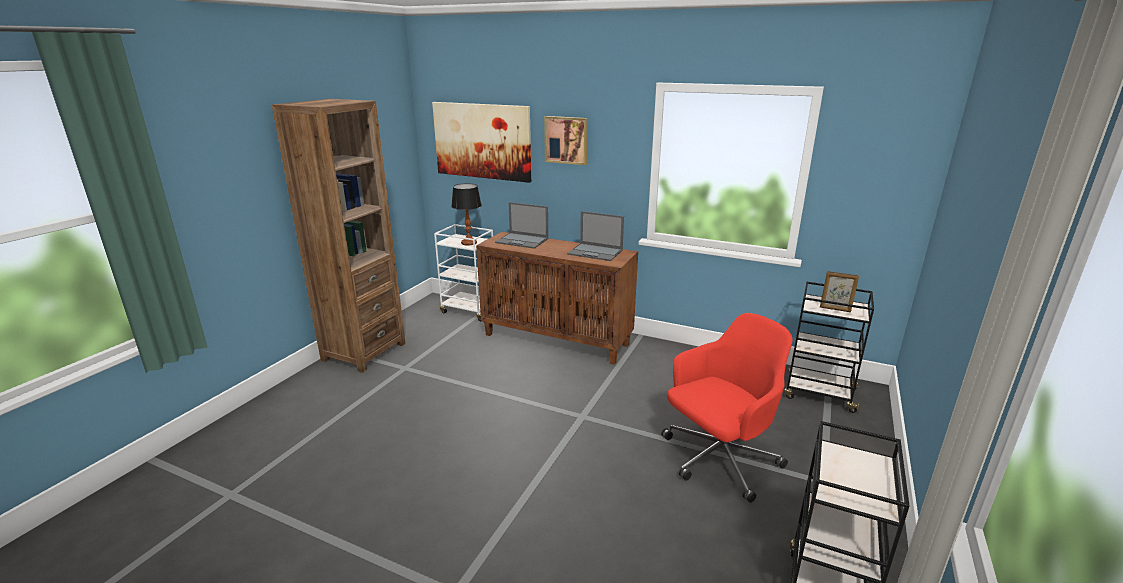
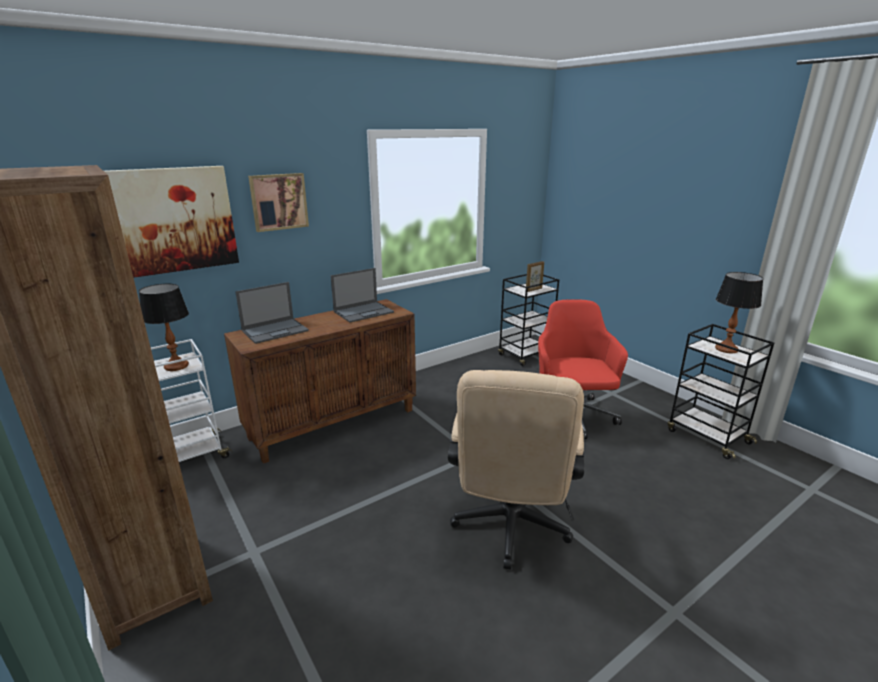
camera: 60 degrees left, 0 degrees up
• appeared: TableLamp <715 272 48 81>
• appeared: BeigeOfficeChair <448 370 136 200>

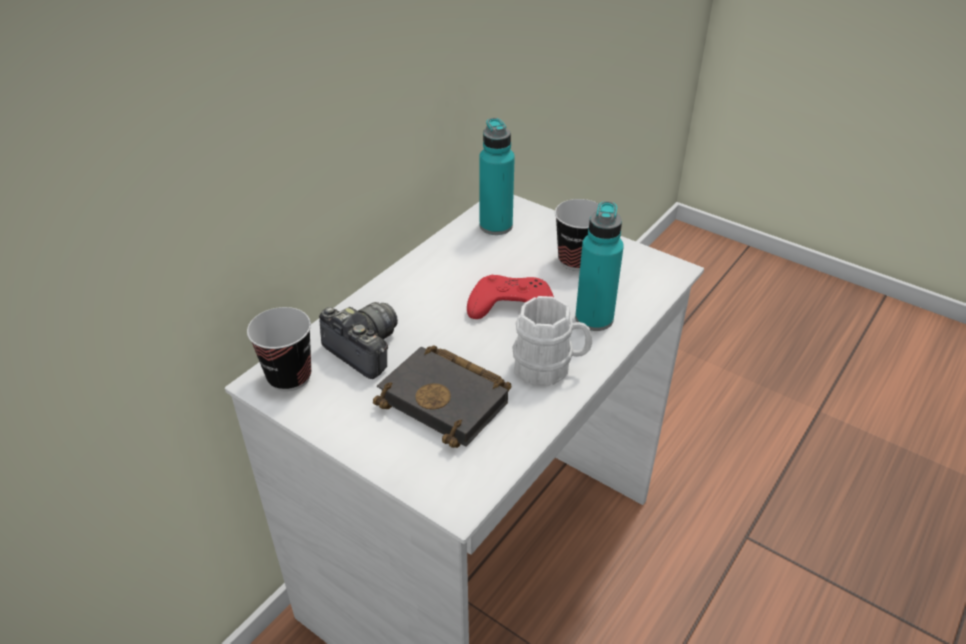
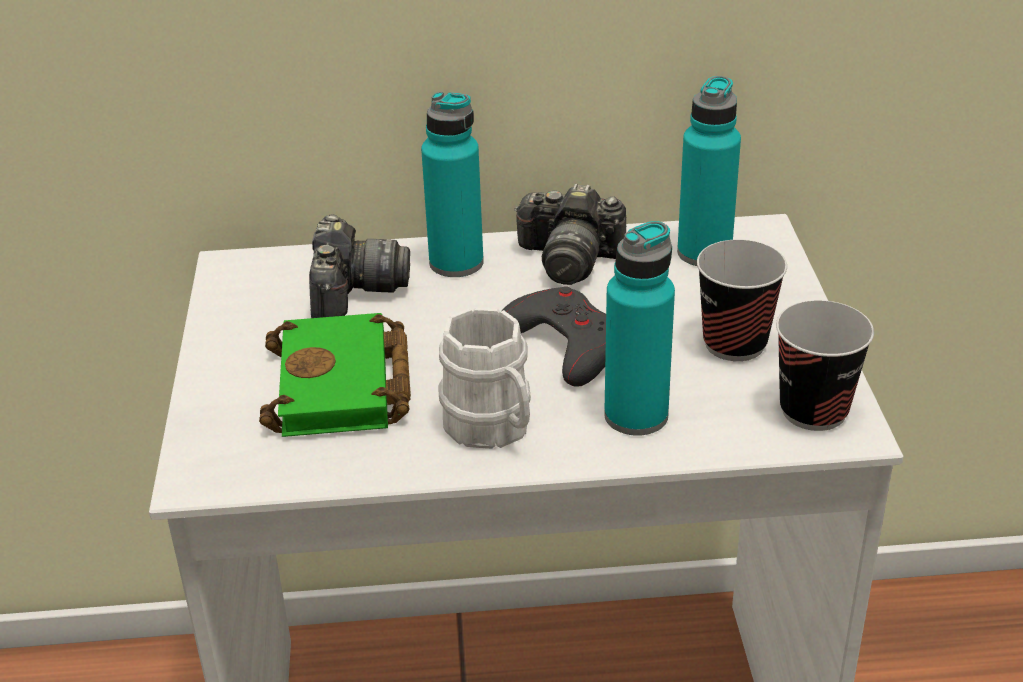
camera: 50 degrees right, 5 degrees down
• colour: RedGameController <467 275 87 44> to GreyGameController <502 286 104 101>
• relocated: Cup <247 307 64 85> to <776 300 98 131>
• colour: BlackBook <373 345 138 103> to GreenBook <259 313 152 124>
• appeared: TurquoiseBottle <421 92 63 185>
• appeared: PhotoCamera <514 184 112 101>

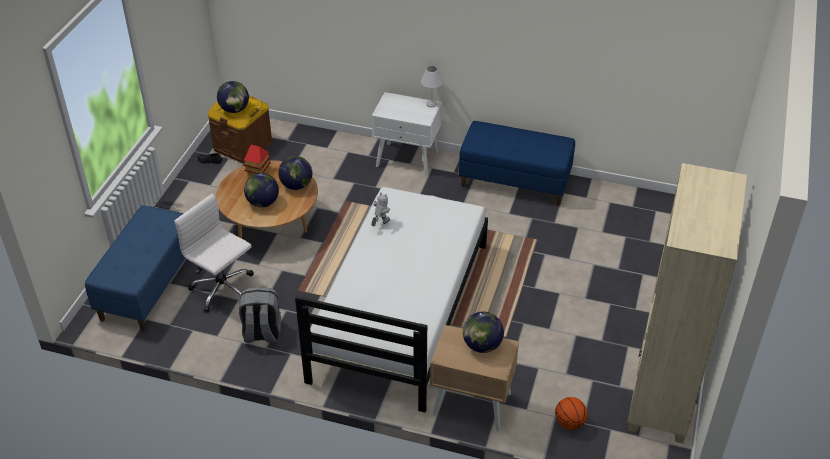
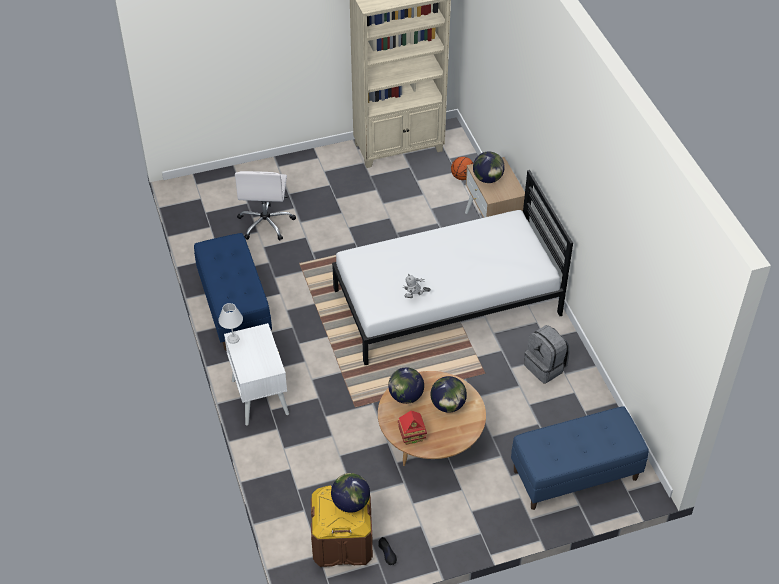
camera: 125 degrees left, 5 degrees up
• relocated: WhiteOfficeChair <174 194 80 118> to <235 171 61 70>

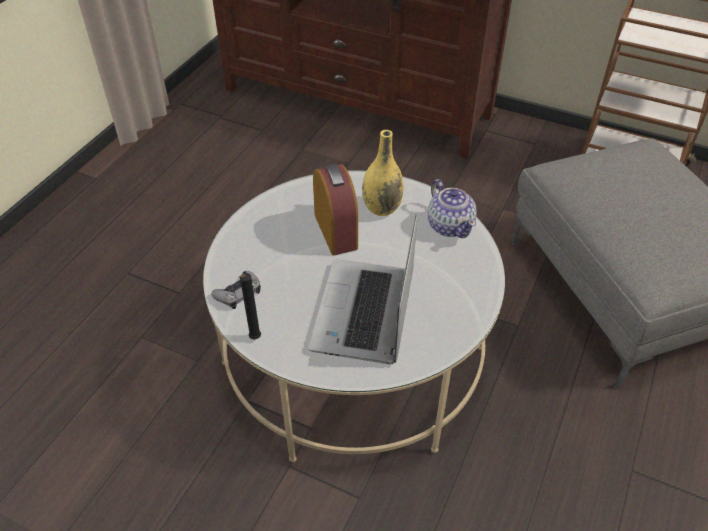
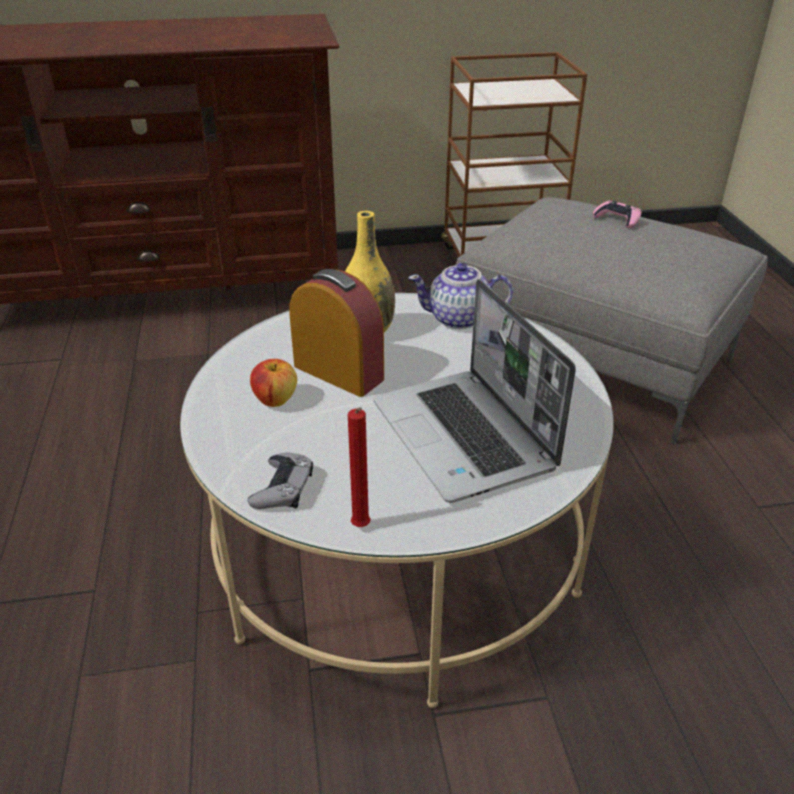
camera: 35 degrees left, 10 degrees down
• spun: Teapot <428 179 49 59> = <408 263 105 66> 150 degrees clockwise
• colour: BlackCandle <239 273 22 66> to RedCandle <348 407 23 120>
• appeared: PinkGameController <593 200 49 28>
• appeared: Apple <250 359 47 48>

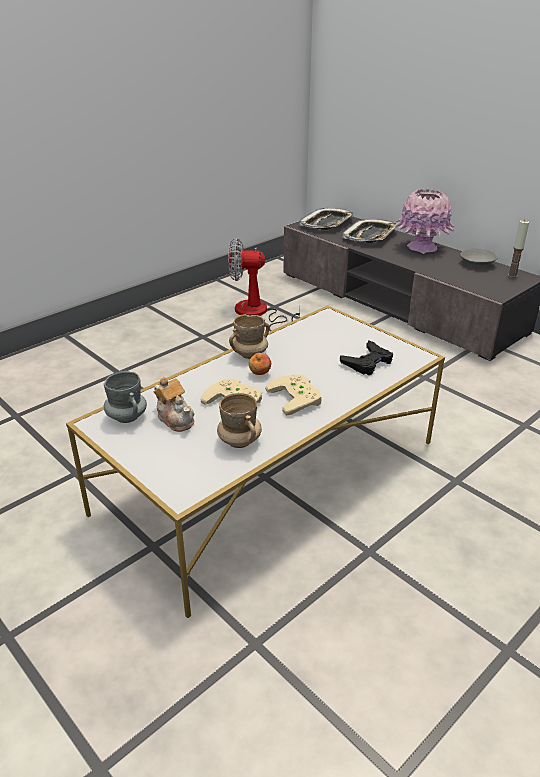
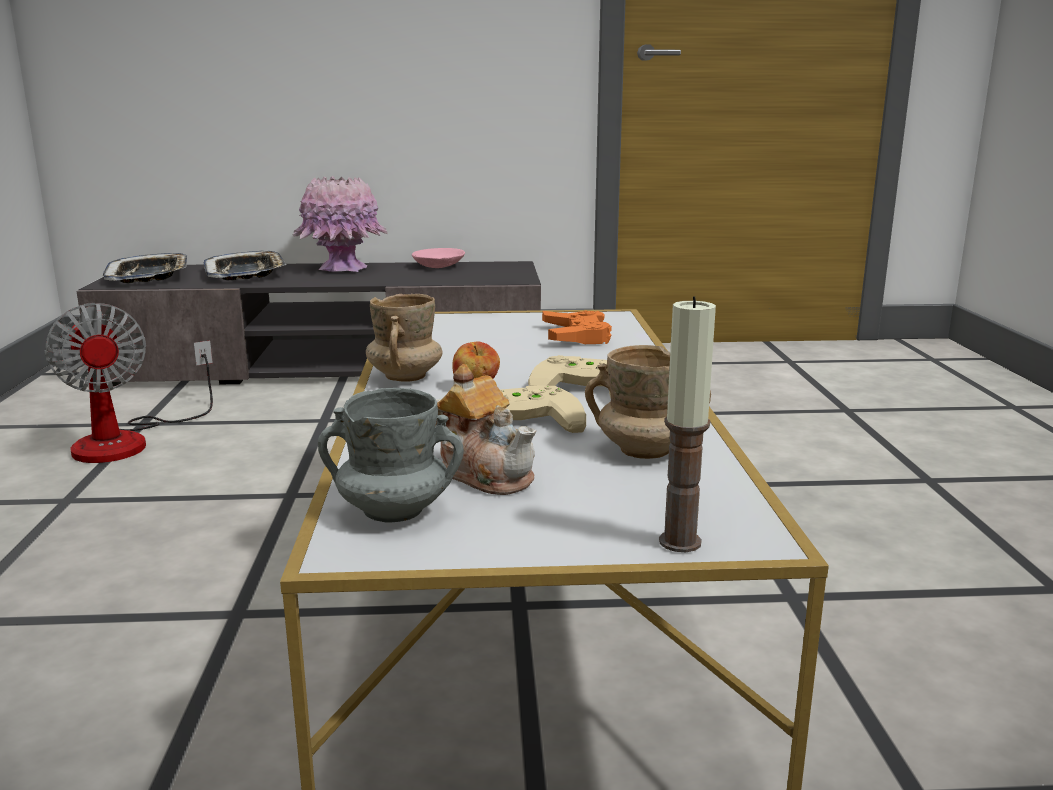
camera: 50 degrees left, 15 degrees down
• relocated: Candle <508 220 21 58> to <659 296 57 256>
• spun: Fan <228 238 72 93> = <45 303 168 160> 75 degrees counterclockwise
• colour: GreyBowl <460 249 38 17> to PinkBowl <412 248 53 20>
• colour: BlackGameController <340 340 53 35> to OrangeGameController <542 311 70 33>
• spun: Teapot <153 377 41 55> = <436 364 100 131> 45 degrees clockwise

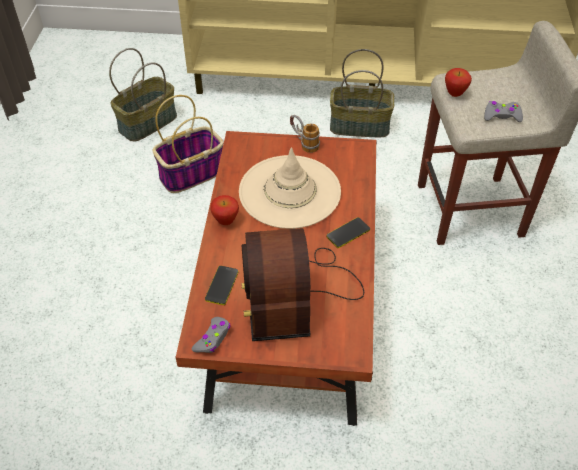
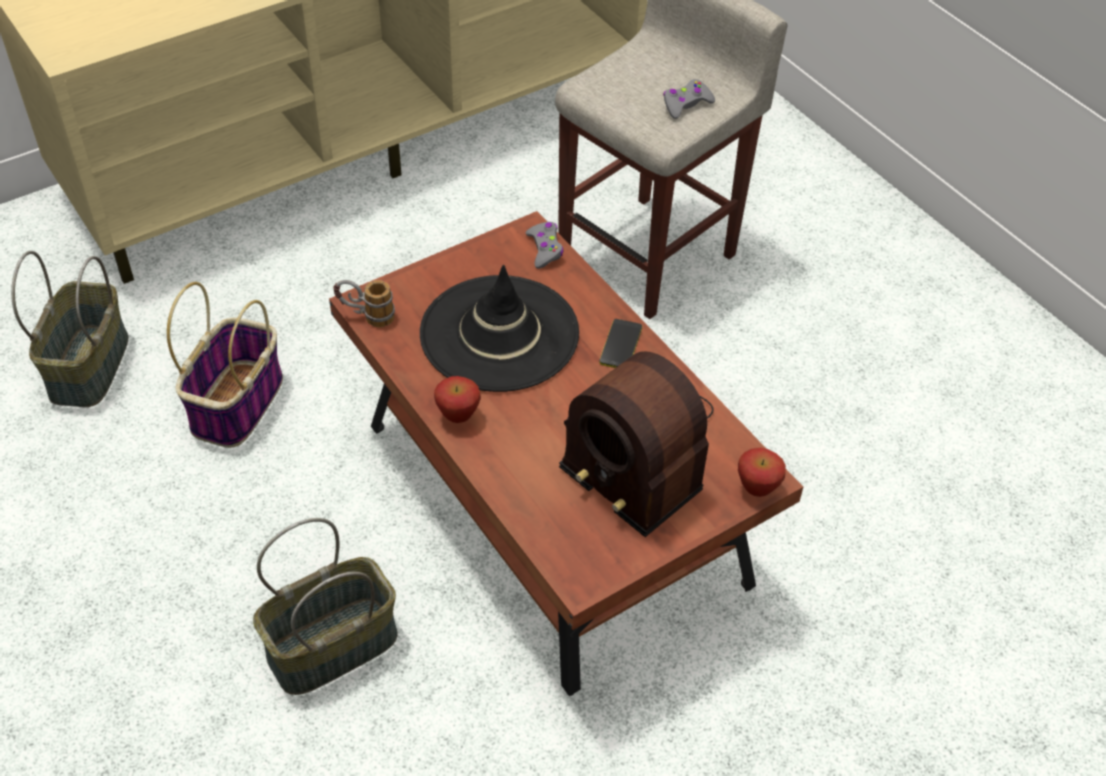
camera: 40 degrees left, 0 degrees up
• relocated: Basket <330 49 64 88> to <253 518 145 177>
• relocated: Apple <445 68 27 29> to <738 448 48 49>
• relocated: Mug <290 115 30 38> to <333 280 62 47>
• colour: BeigeHat <239 147 102 82> to BlackHat <420 265 159 127>
• missing: Phone <205 266 34 39>
• relocated: GreyGameController <191 317 39 36> to <526 222 37 47>

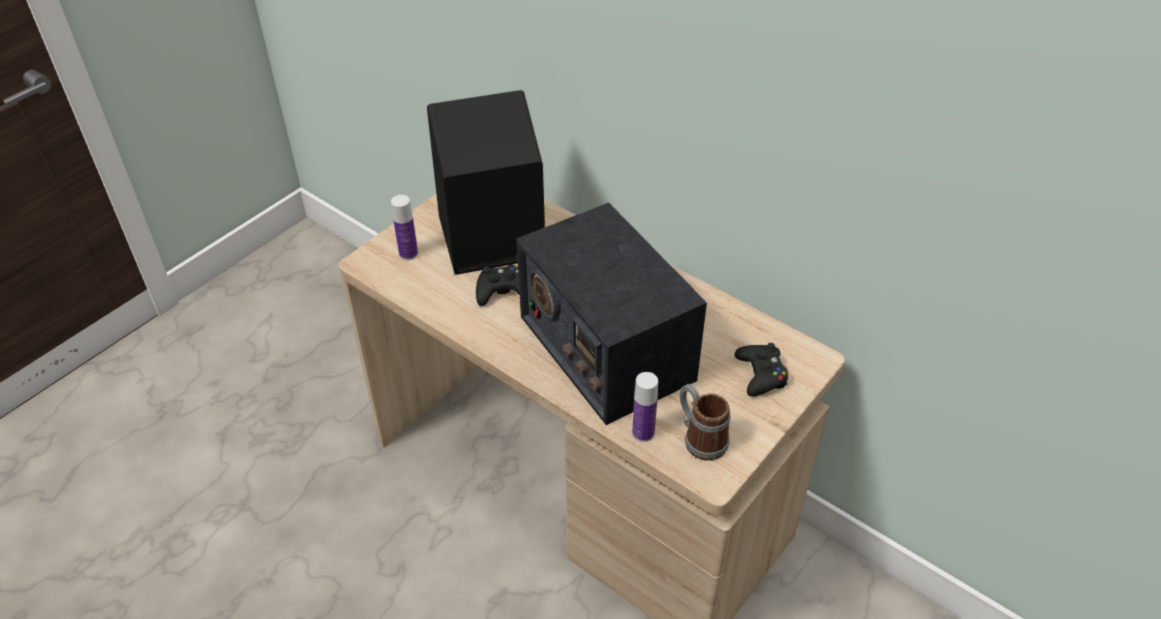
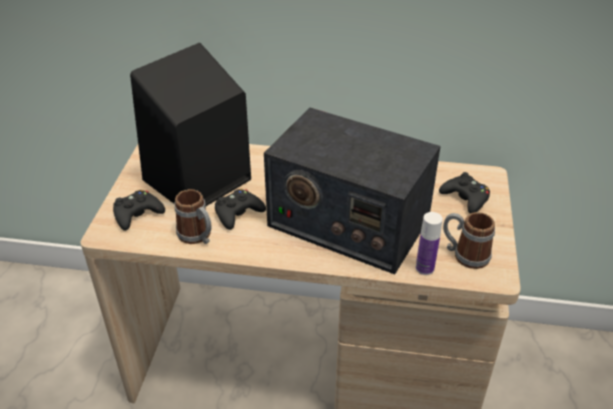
camera: 30 degrees left, 5 degrees down
• exchanged: Bottle <391 195 27 65> to BlackGameController <113 190 52 41>
• appeared: Mug <175 189 36 55>

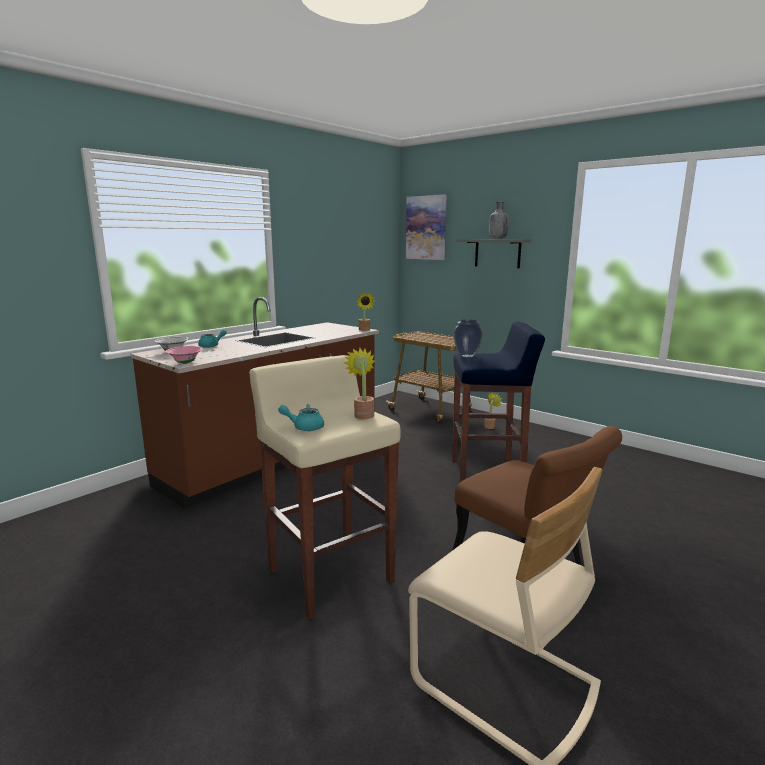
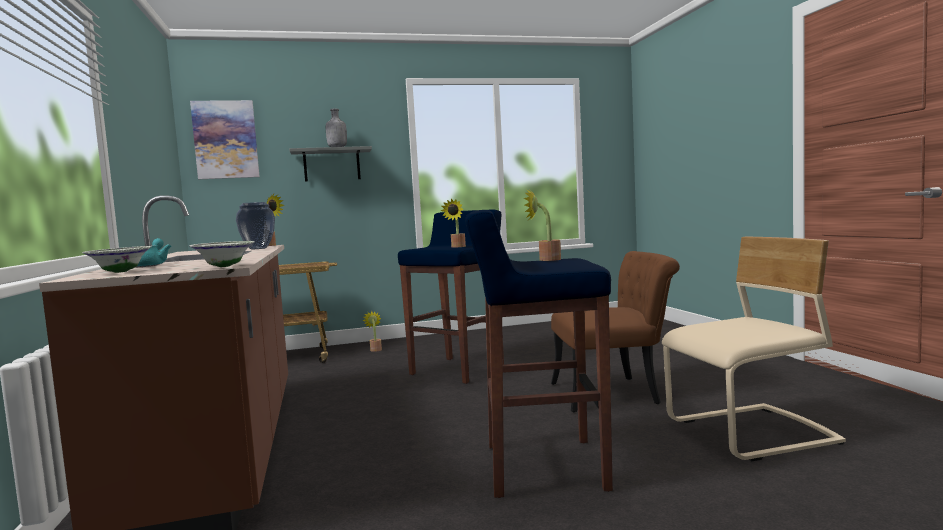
camera: 55 degrees left, 10 degrees down
• relocated: Vase <453 320 30 38> to <236 202 39 47>
• colour: PinkBowl <165 346 38 18> to WhiteBowl <189 241 65 26>
• colour: BeigeStool <249 355 152 264> to BlueStool <465 210 148 288>
• missing: TurquoiseTeapot <278 404 46 27>
• appeared: PottedPlant <440 199 26 49>

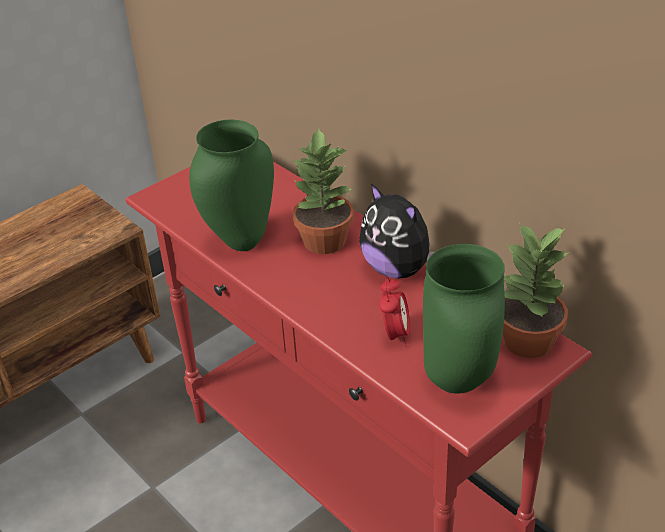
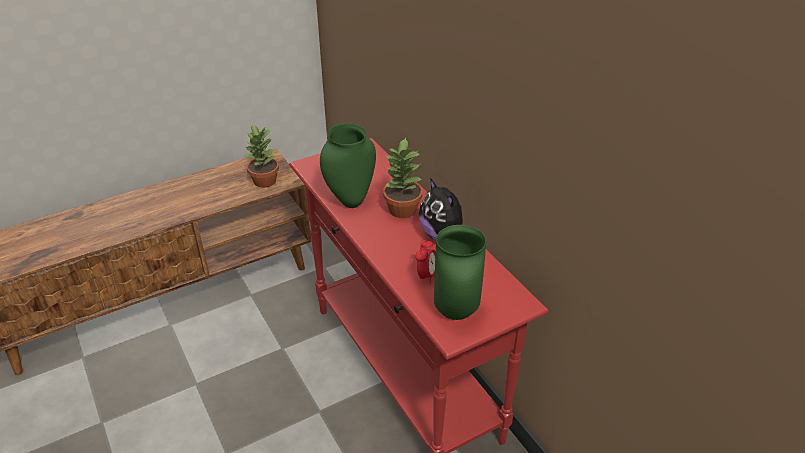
camera: 10 degrees right, 0 degrees up
• relocated: PottedPlant <503 223 66 135> to <245 124 34 64>

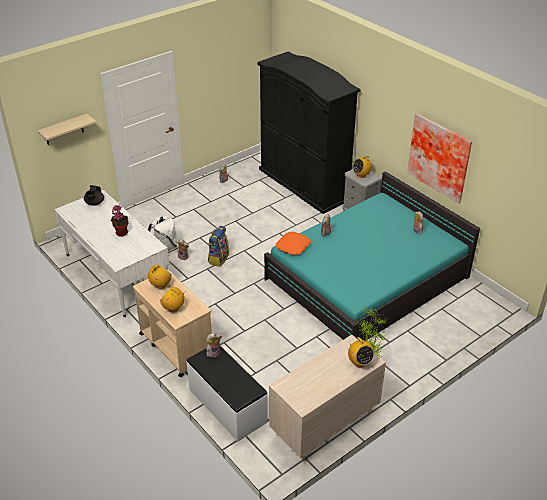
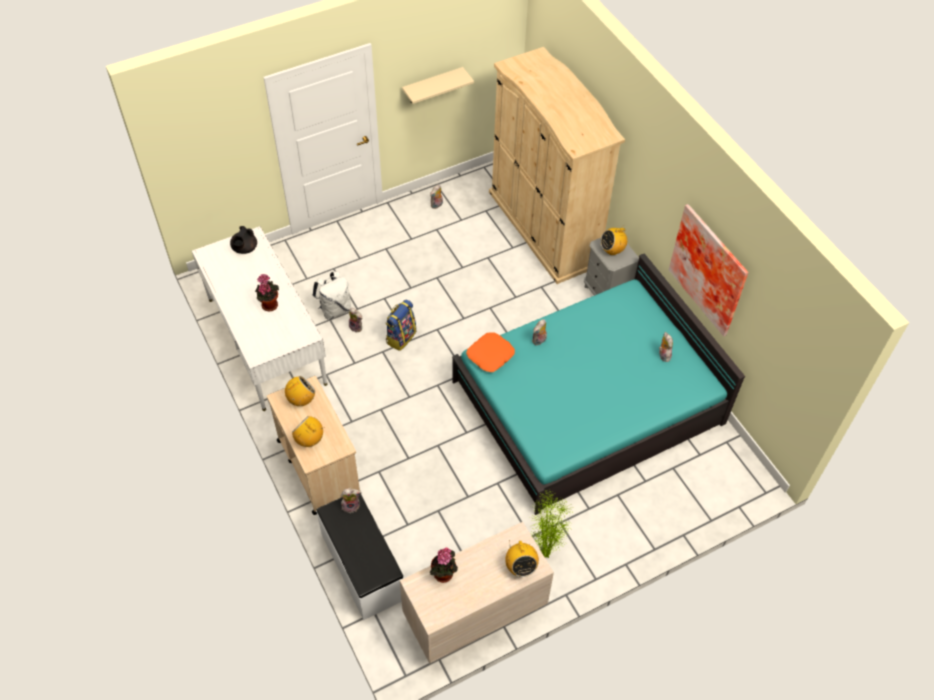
camera: 10 degrees right, 15 degrees up
• colour: BlackWardrobe <257 51 104 163> to BeigeWardrobe <489 47 136 237>
• relocated: BeigeShelf <37 114 59 31> to <402 67 72 37>
• appeared: PottedPlant <430 548 28 35>

